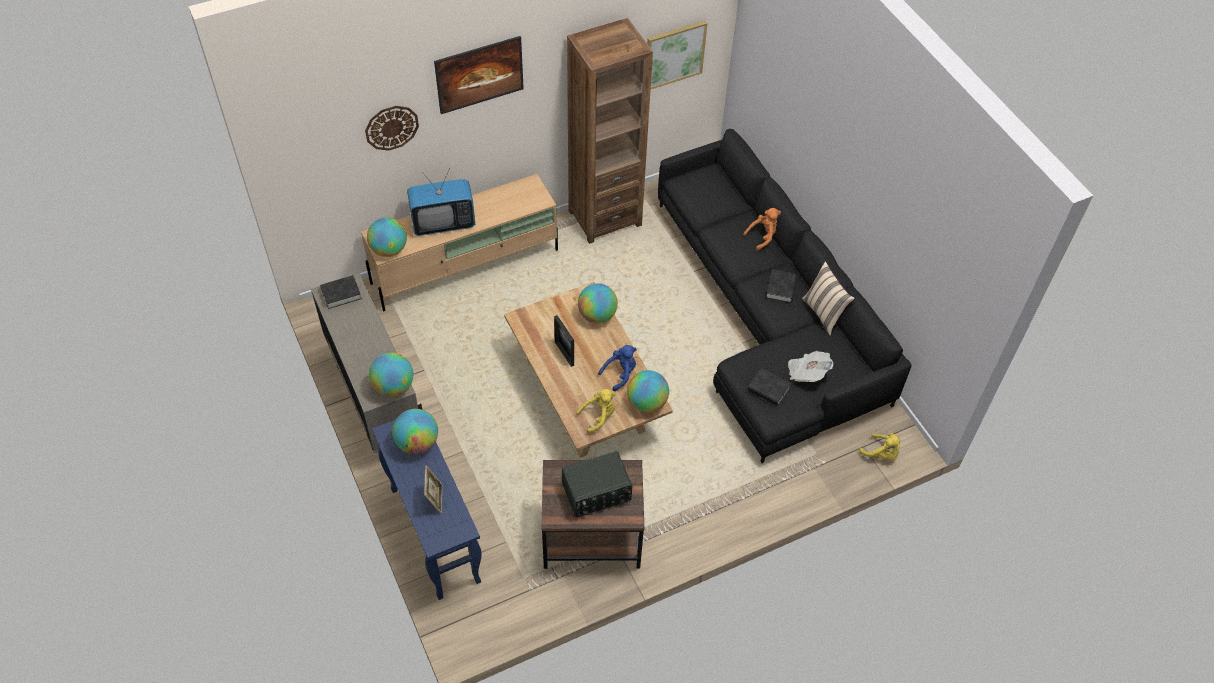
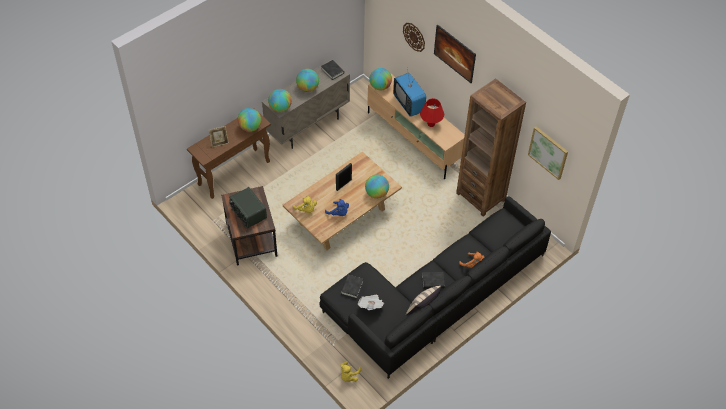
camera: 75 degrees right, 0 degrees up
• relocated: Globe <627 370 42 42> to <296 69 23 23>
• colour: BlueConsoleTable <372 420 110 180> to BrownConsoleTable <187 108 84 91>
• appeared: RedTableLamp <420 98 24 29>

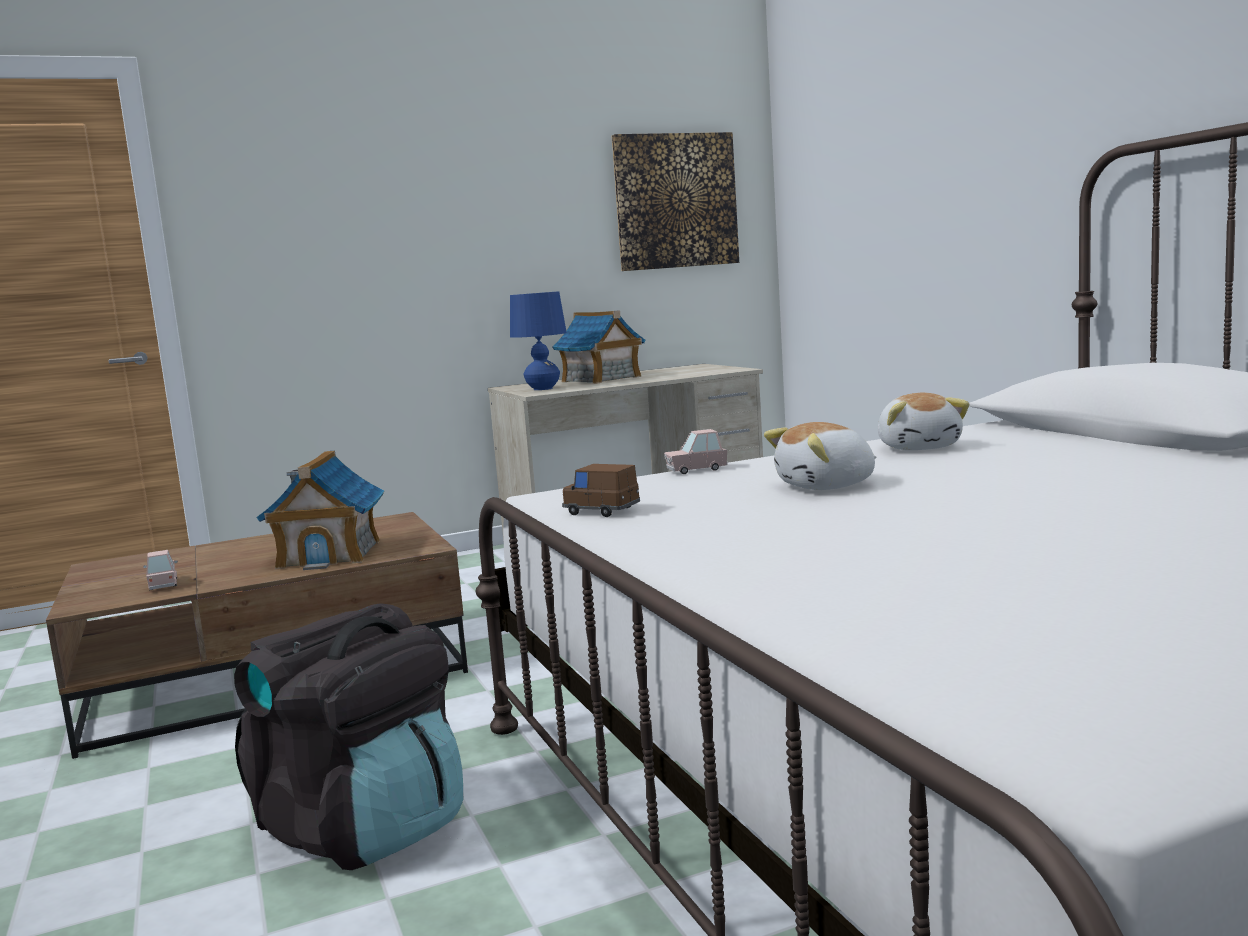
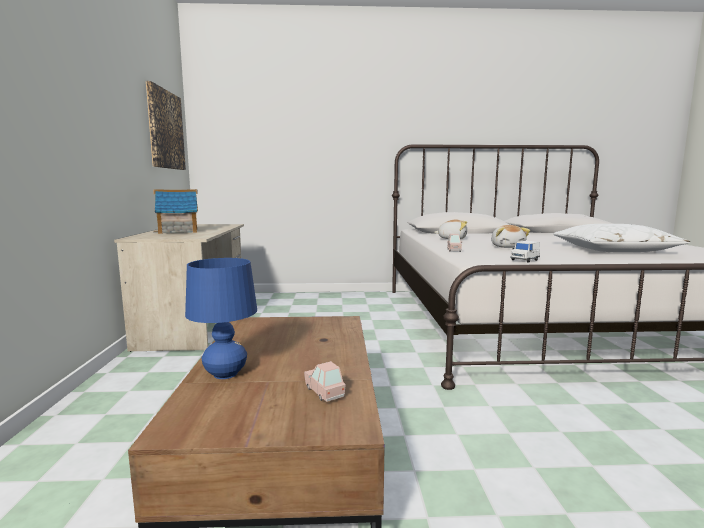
camera: 70 degrees left, 0 degrees up
• relocated: BlueTableLamp <510 291 57 99> to <185 258 72 121>
• missing: ToyHouse <256 451 128 119>
• colour: BrownToyCar <562 464 78 53> to WhiteToyCar <510 241 30 22>
• spun: PinkToyCar <143 550 35 41> = <304 361 42 41> 60 degrees clockwise
• missing: BlackBackpack <234 603 229 267>
• appeared: WhitePillow <553 224 137 28>

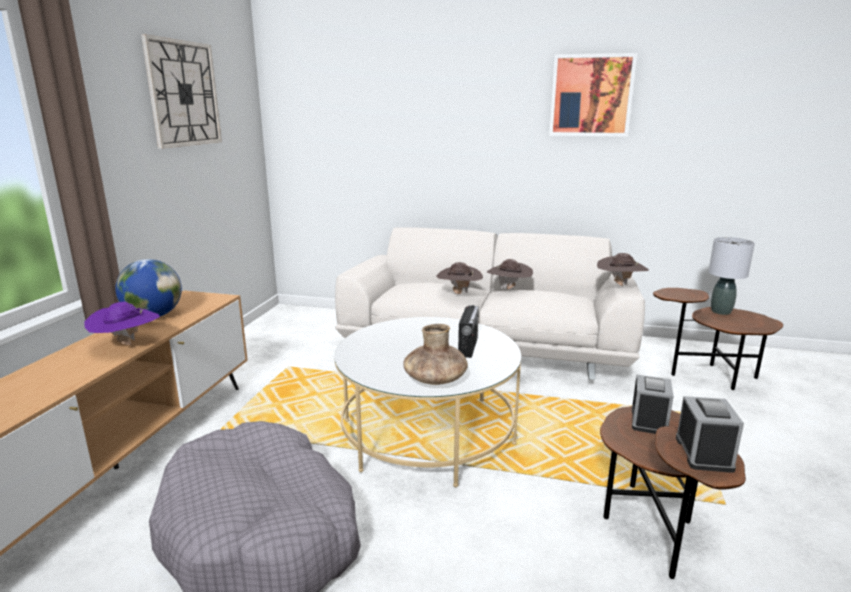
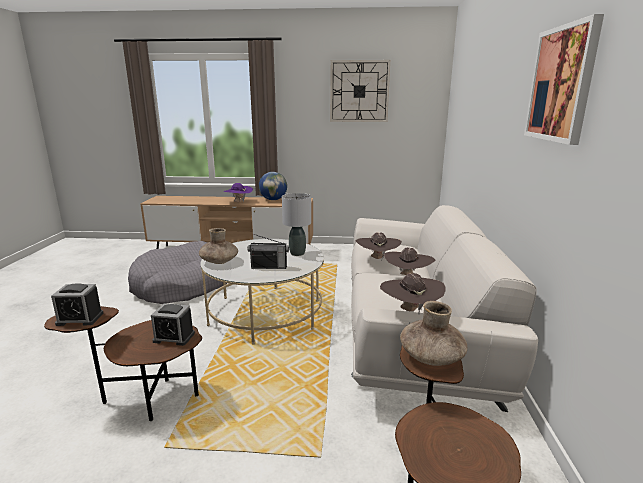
camera: 80 degrees right, 0 degrees up
• relocated: GreyTableLamp <708 237 47 78> to <282 193 29 63>
• appeared: BrownVase <400 301 67 65>

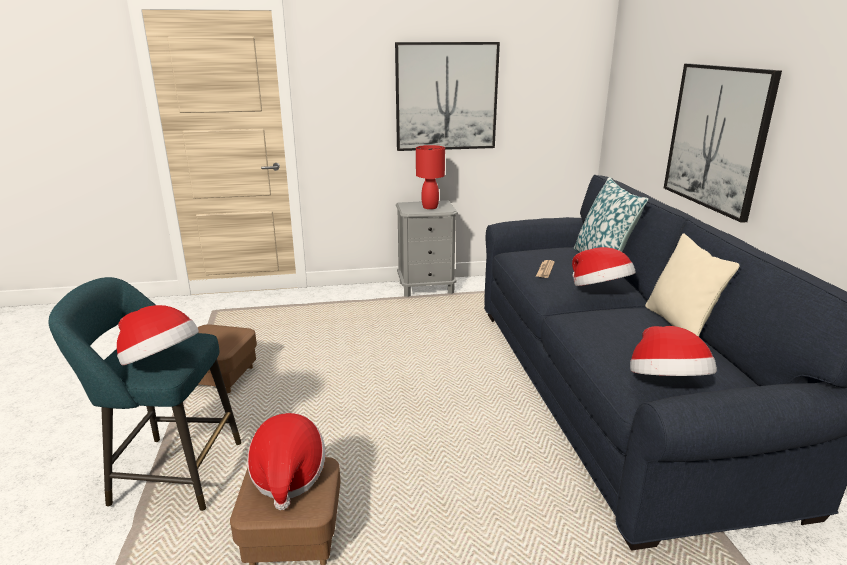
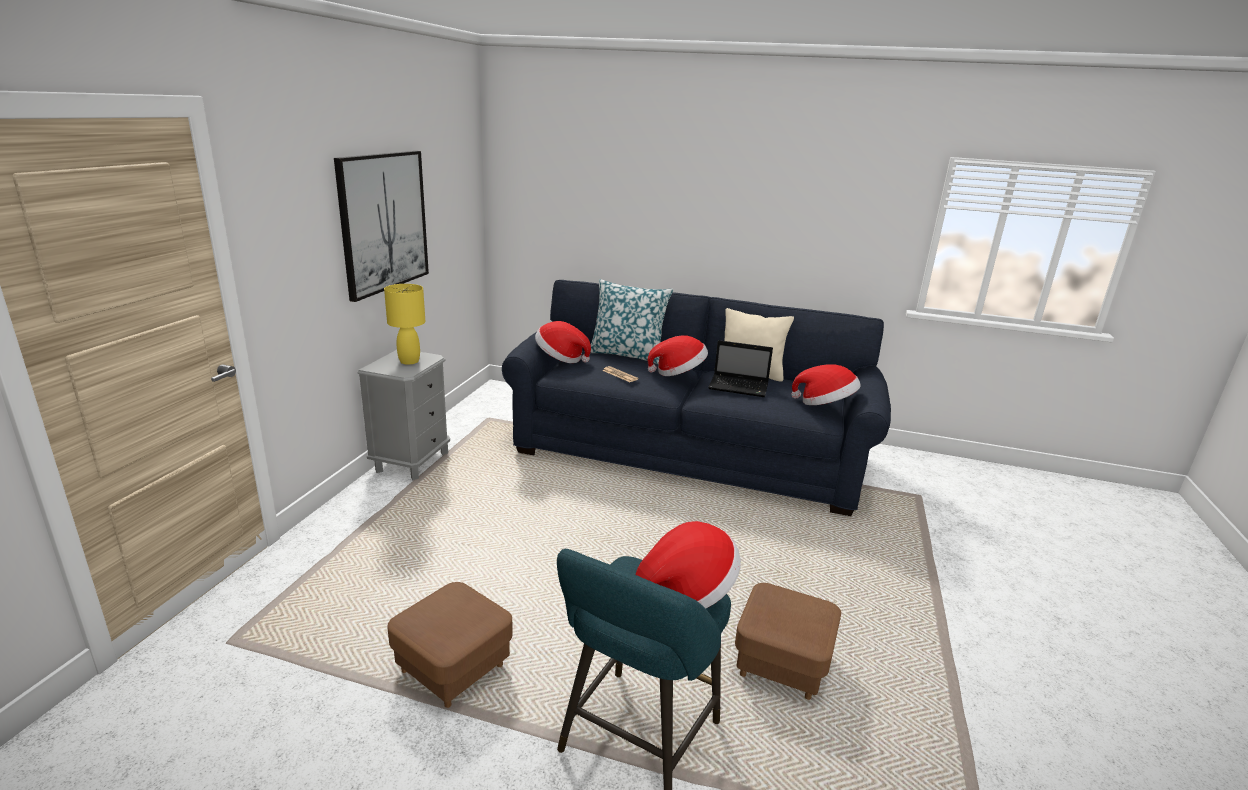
camera: 65 degrees left, 0 degrees up
• missing: Picture <664 64 118 159>
• colour: RedTableLamp <416 145 29 64> to YellowTableLamp <384 284 41 81>
• relocated: Hat <247 413 78 97> to <535 321 56 42>
• appeared: Laptop <708 340 65 57>

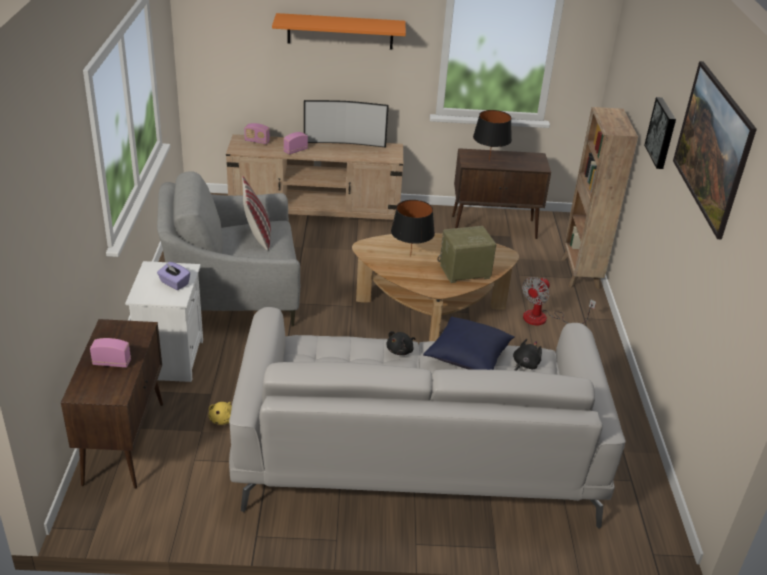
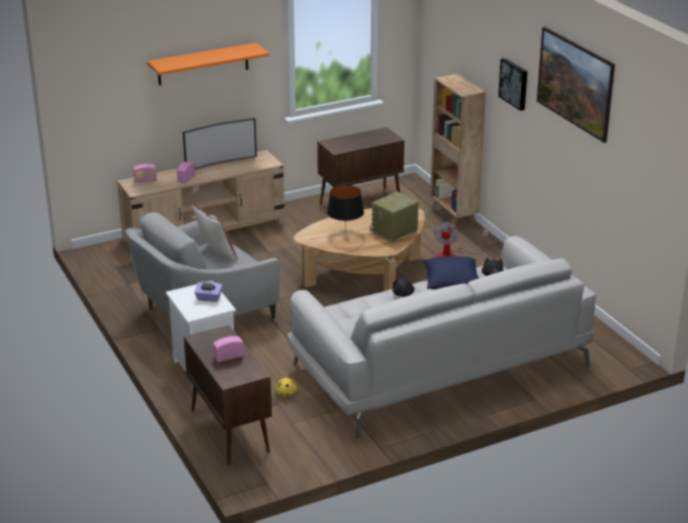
camera: 25 degrees left, 5 degrees down
• missing: BlackTableLamp <473 110 39 52>

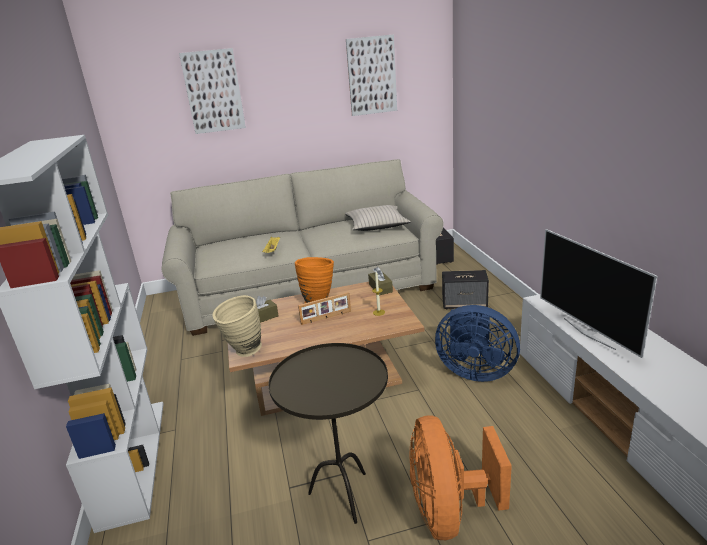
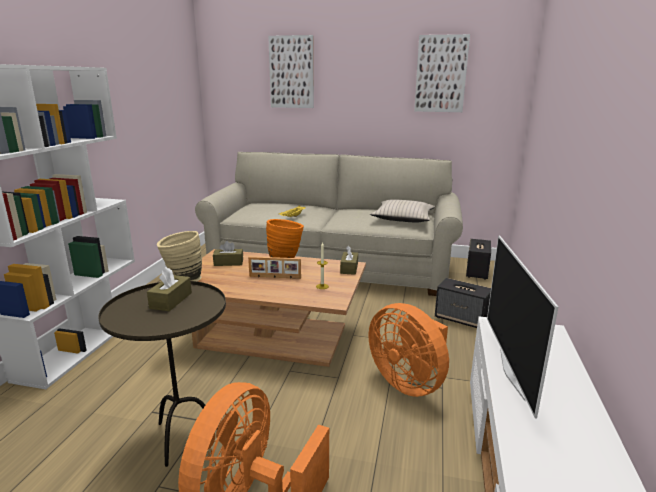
camera: 25 degrees right, 5 degrees down
• colour: BlueFan <435 305 85 77> to OrangeFan <369 303 80 94>
• appeared: BrownTissueBox <147 267 45 44>

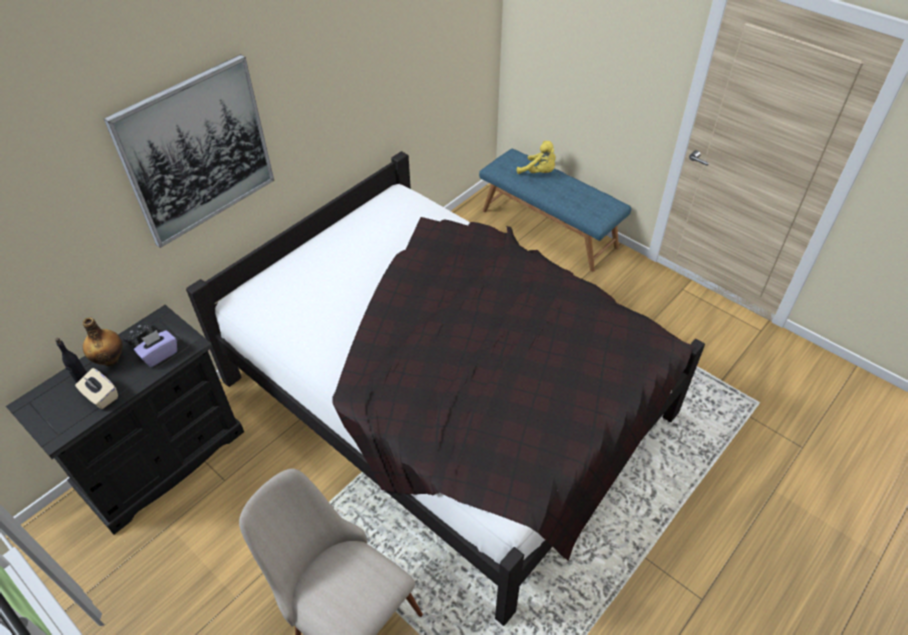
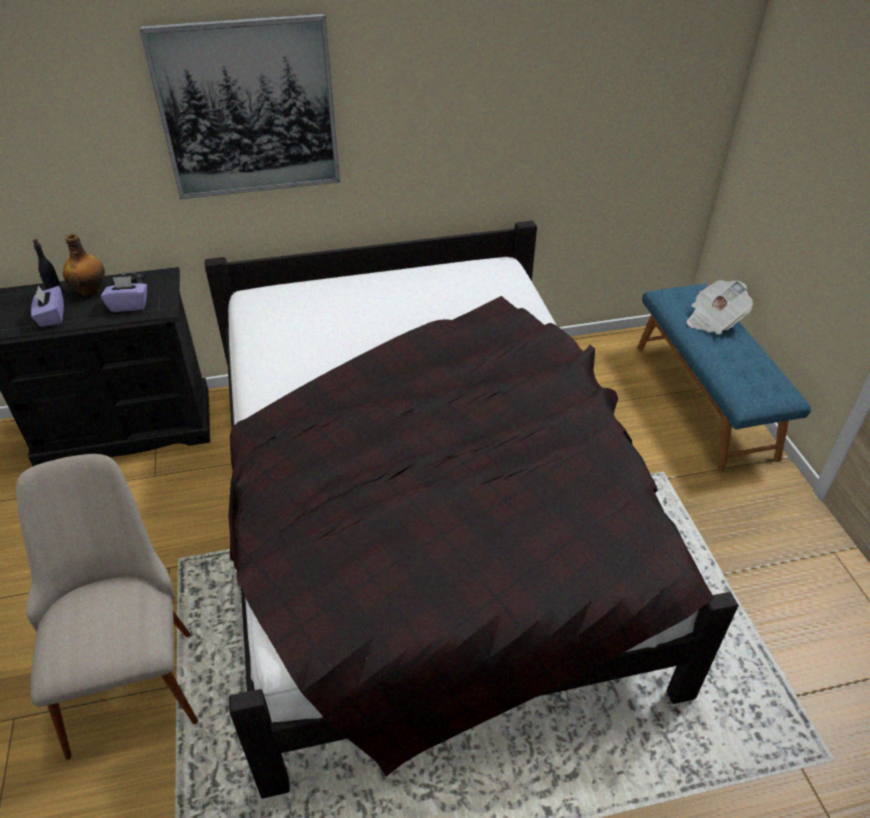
camera: 35 degrees right, 5 degrees down
• exchanged: YellowPlushToy <517 140 39 34> to Newspaper <686 280 67 55>
• colour: BeigeTissueBox <75 368 43 41> to PurpleTissueBox <31 286 33 41>

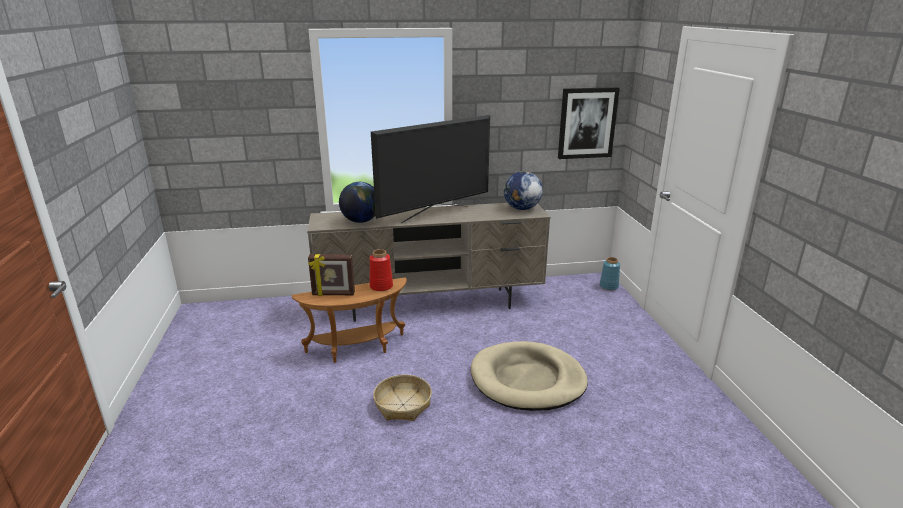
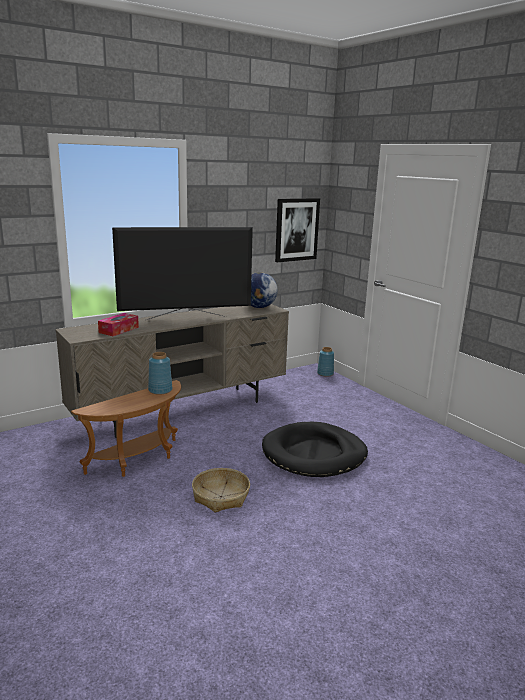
camera: 25 degrees left, 5 degrees down
• spun: Television <371 115 119 108> = <112 227 141 93> 45 degrees clockwise
• exchanged: Globe <339 182 37 41> to TissueBox <98 313 41 23>
• colour: RedVase <369 249 24 42> to BlueVase <148 352 24 43>
• missing: PictureFrame <308 254 47 42>
• colour: BeigeDogBed <471 341 117 70> to BlackDogBed <262 422 106 55>

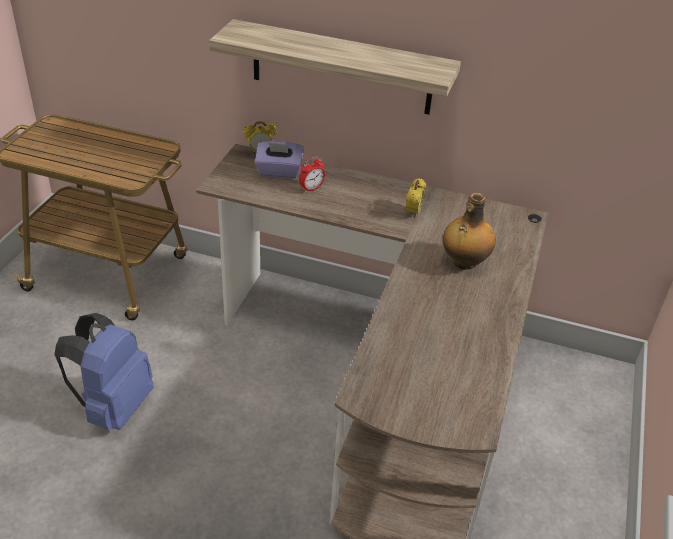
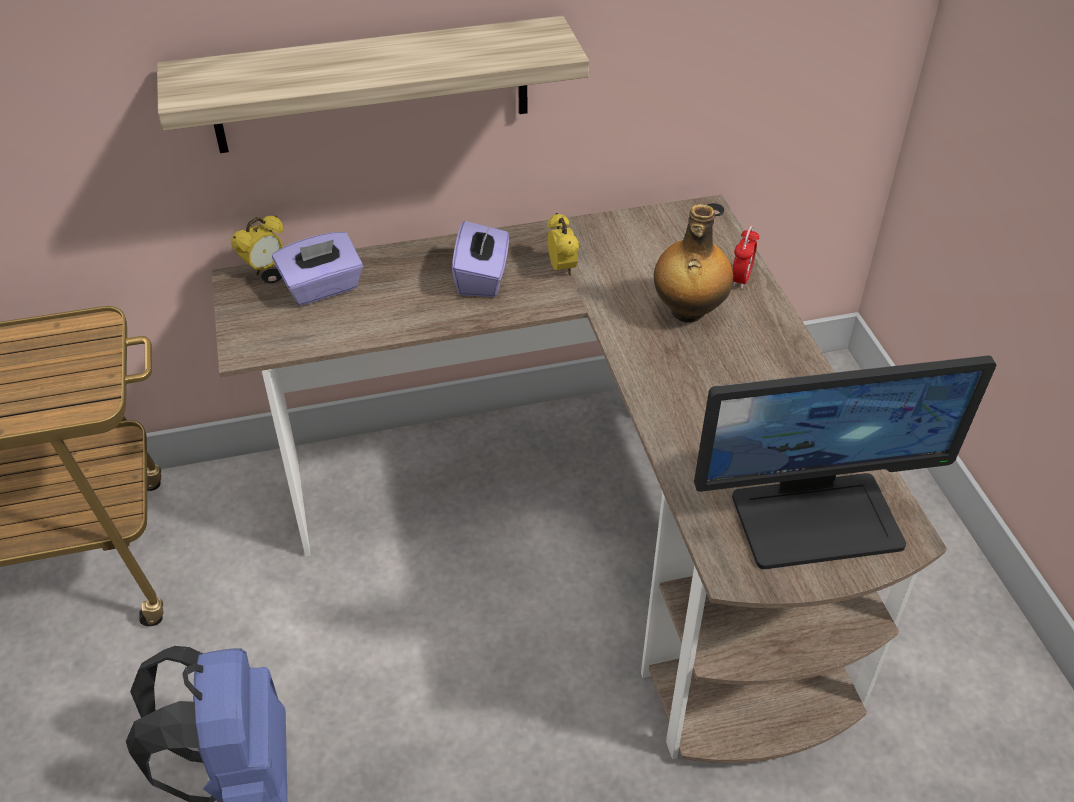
camera: 30 degrees left, 5 degrees up
• relocated: AlarmClock <299 156 26 37> to <732 226 27 63>
• appeared: PurpleTissueBox <452 221 57 76>
• appeared: Monitor <694 355 302 214>

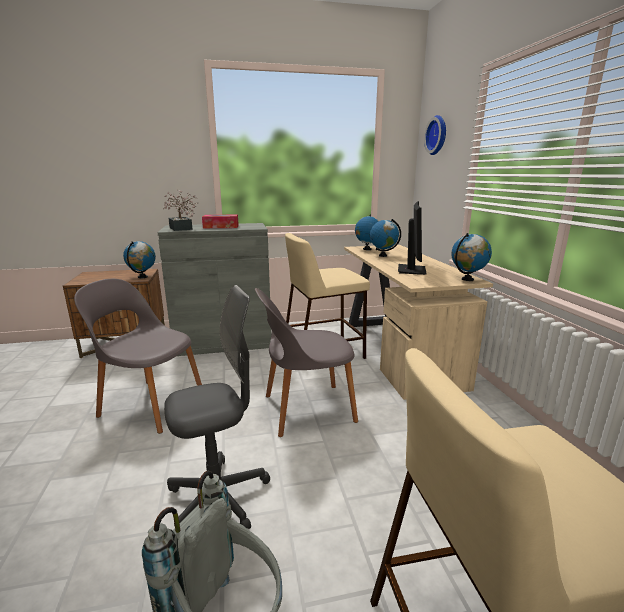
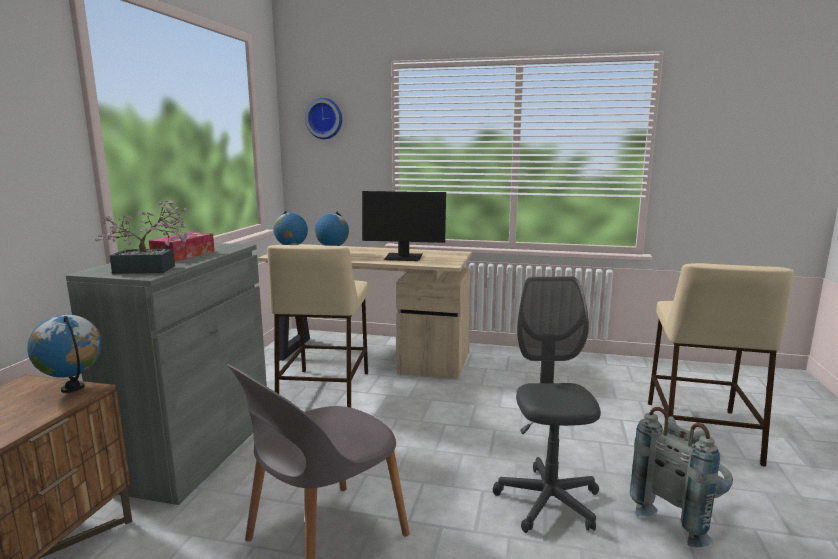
camera: 65 degrees left, 5 degrees down
• spun: Monitor <398 201 28 74> = <362 191 84 70> 150 degrees clockwise
• missing: Globe <451 233 41 48>
• missing: GreyChair <255 288 103 149>

